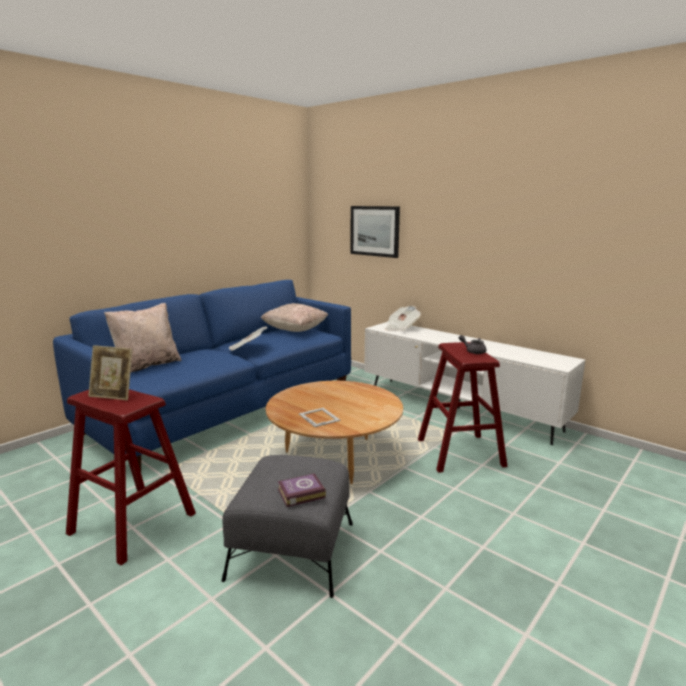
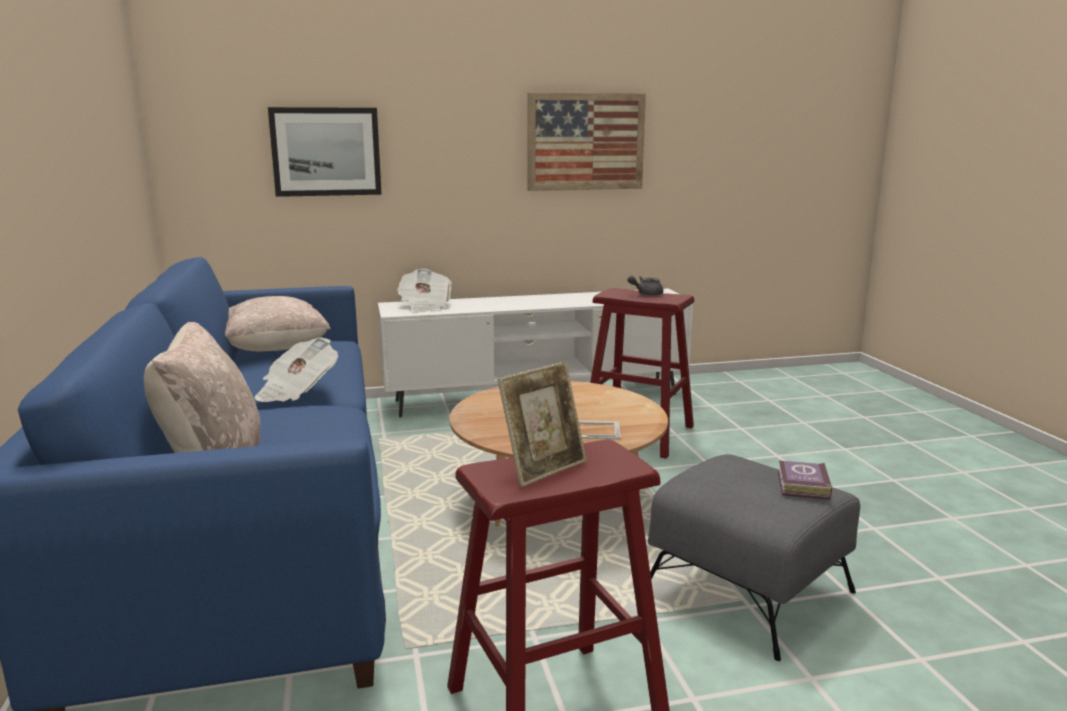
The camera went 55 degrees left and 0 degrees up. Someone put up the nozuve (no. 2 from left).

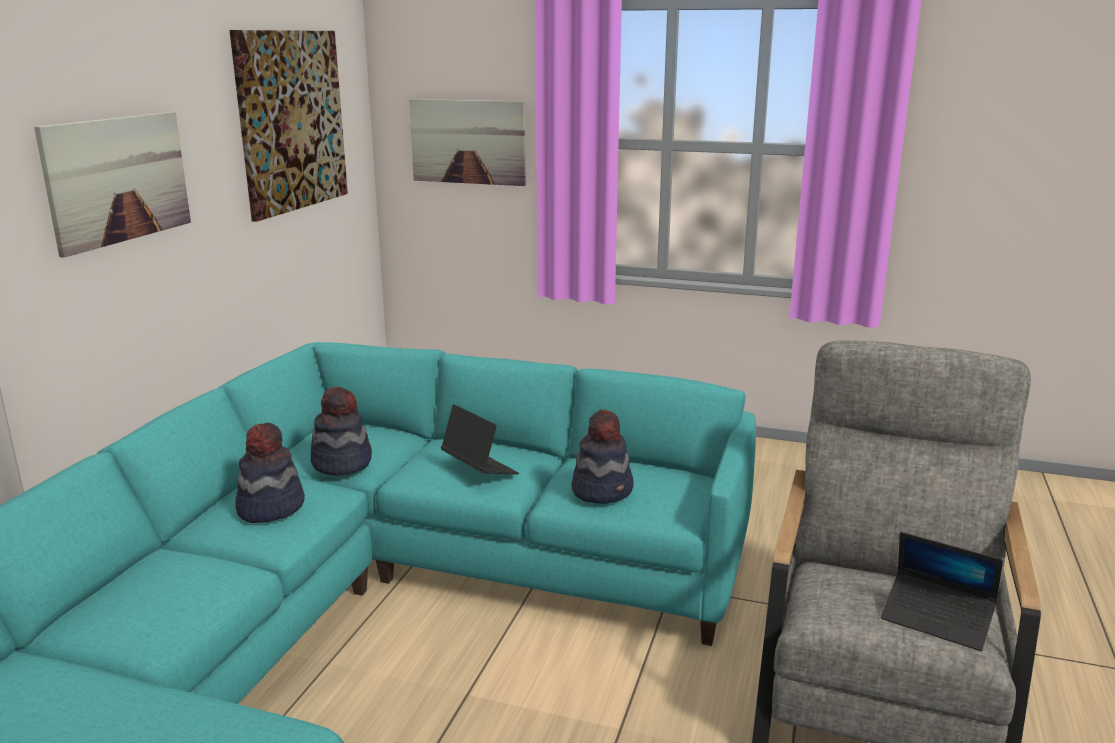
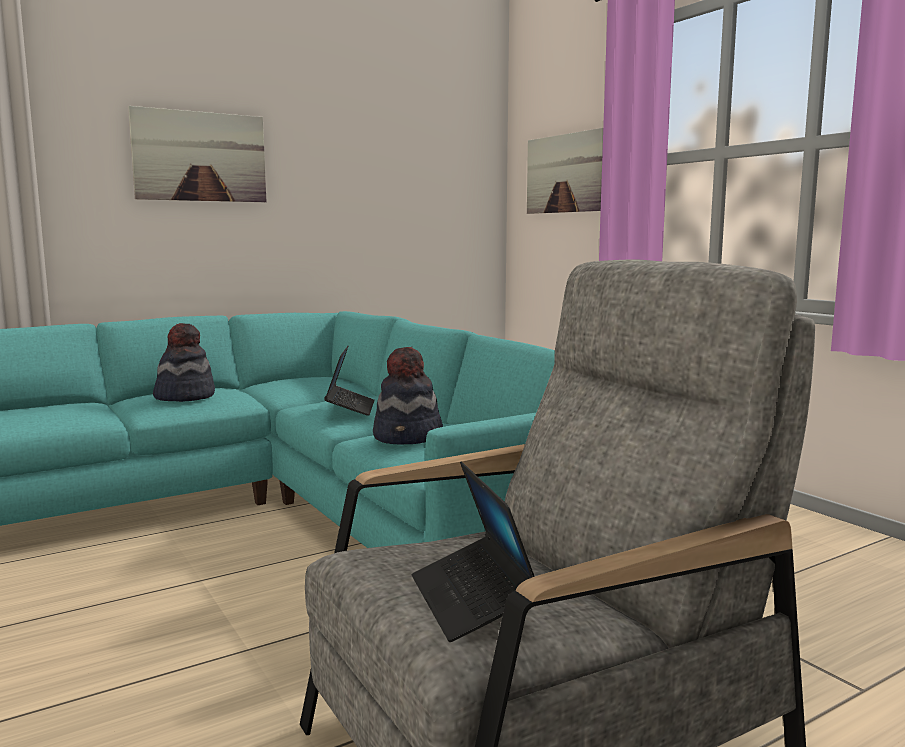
The camera went 40 degrees right and 10 degrees down. Someone took away the nozuve (no. 2 from left). Someone took away the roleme (no. 2 from left).

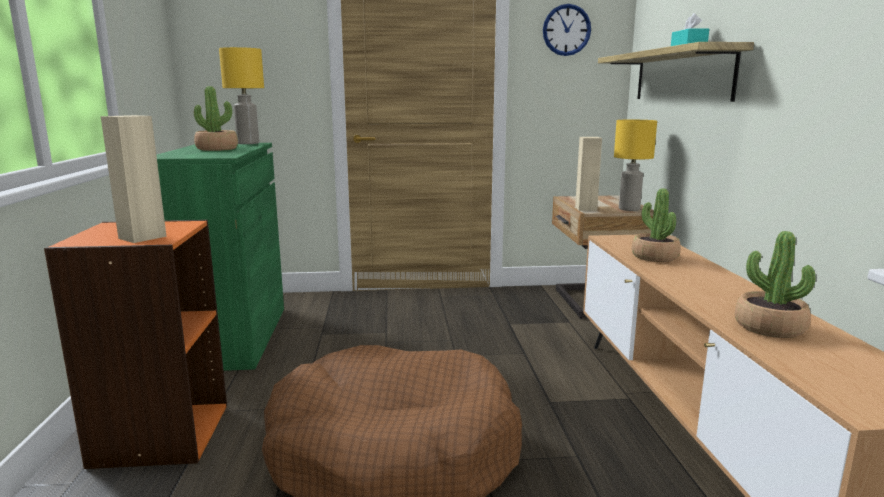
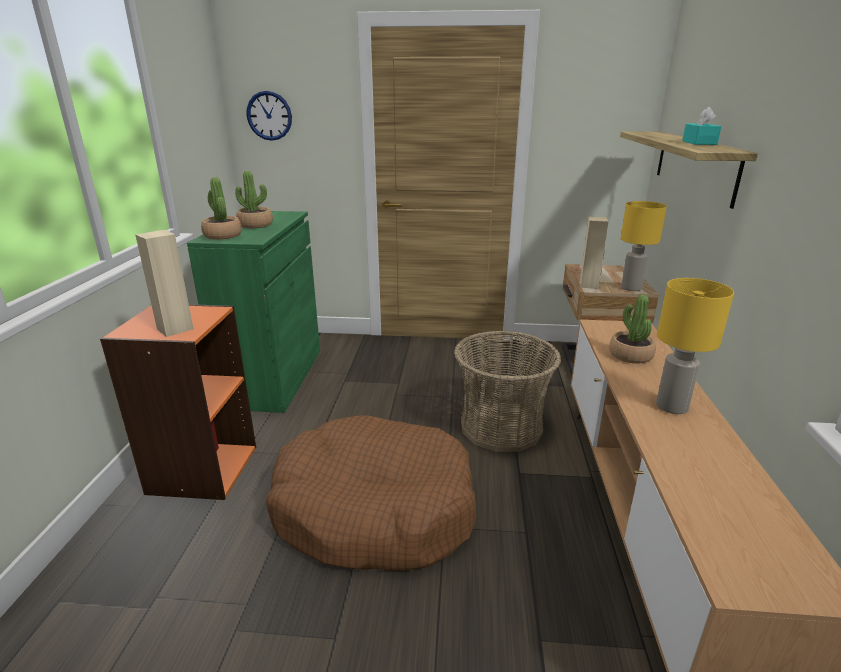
The camera went 10 degrees right and 10 degrees up. Someone carried the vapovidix. Someone carried the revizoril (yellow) (no. 1 from left in the first image). Someone carried the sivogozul (no. 3 from left in the first image). Someone put down the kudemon.

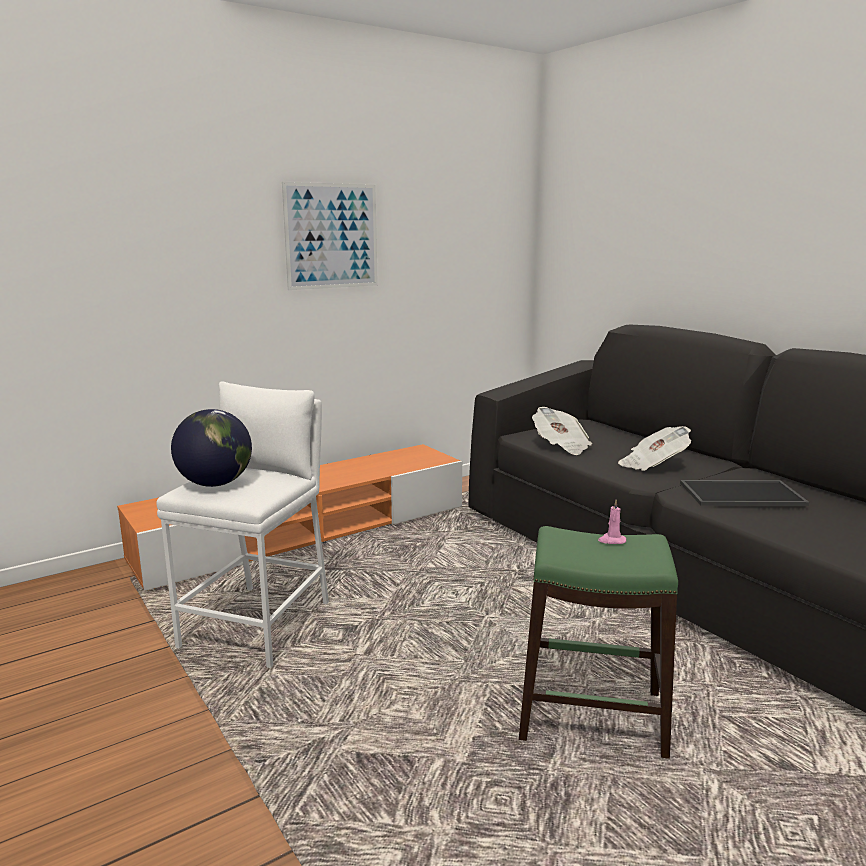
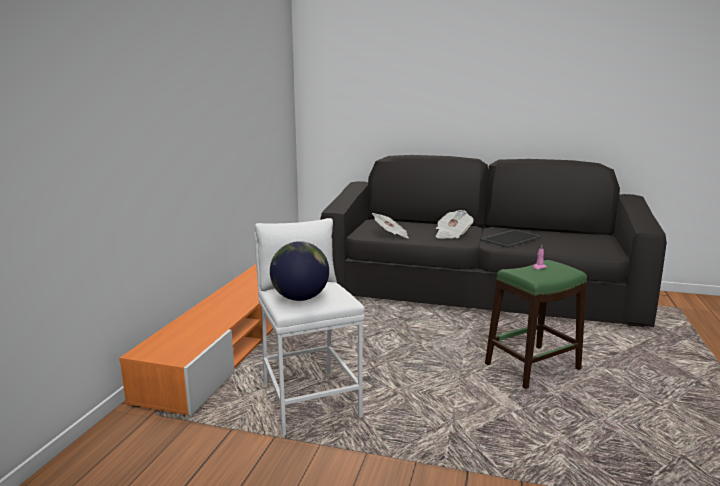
The camera went 40 degrees left and 0 degrees up. Someone took away the nozuve.

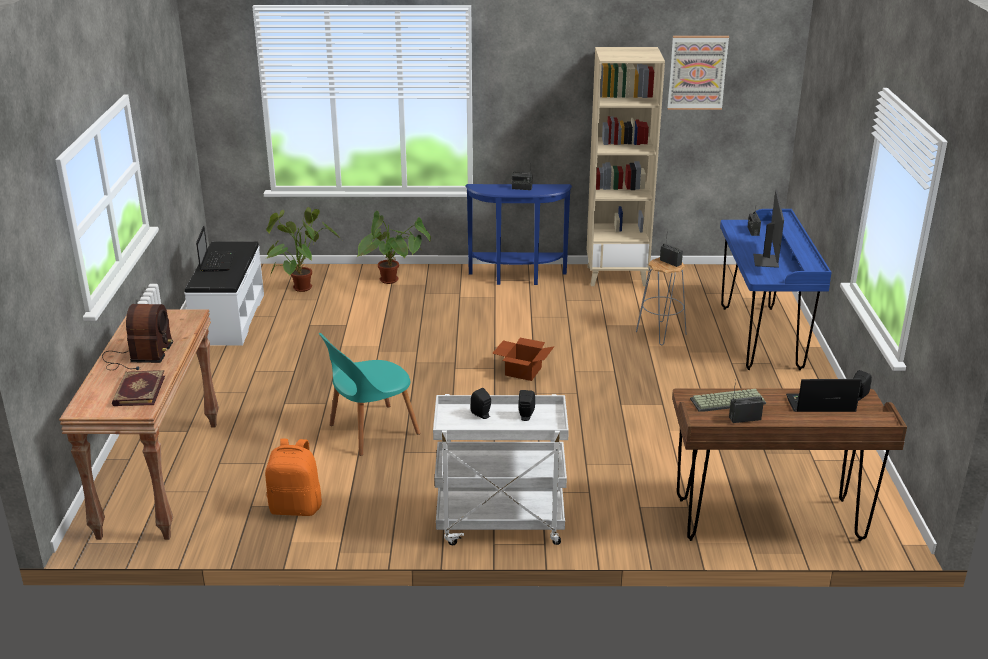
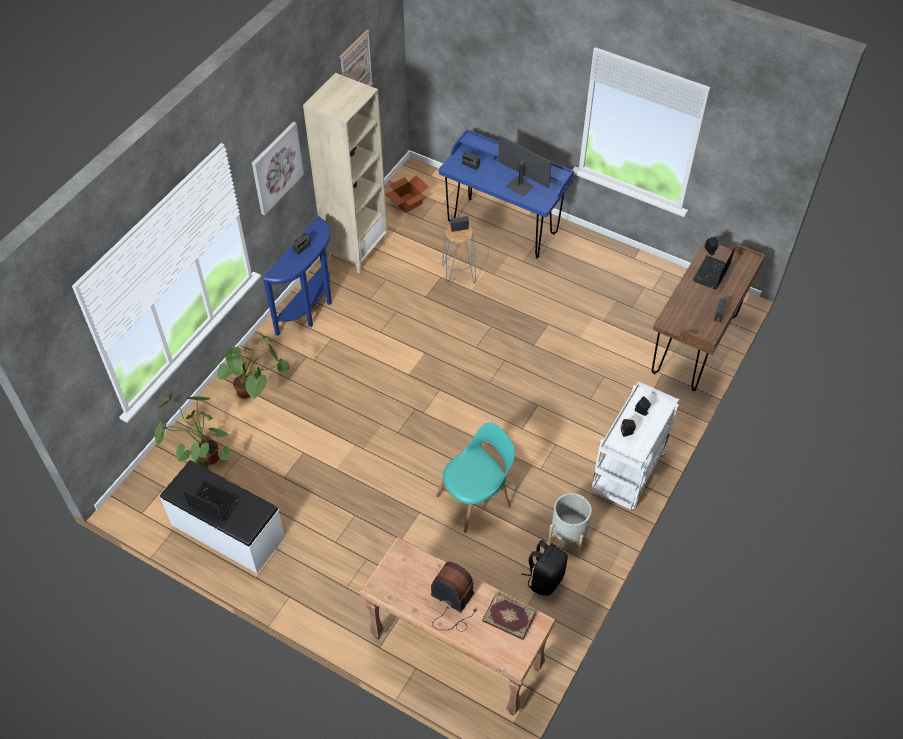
The camera went 60 degrees left and 25 degrees up. Someone rotated the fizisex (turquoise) by 120 degrees counterclockwise. Someone carried the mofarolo. Someone took away the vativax. Someone repainted the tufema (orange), which became the tufema (black). Someone put up the nozuve (no. 1 from left). Someone put down the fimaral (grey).

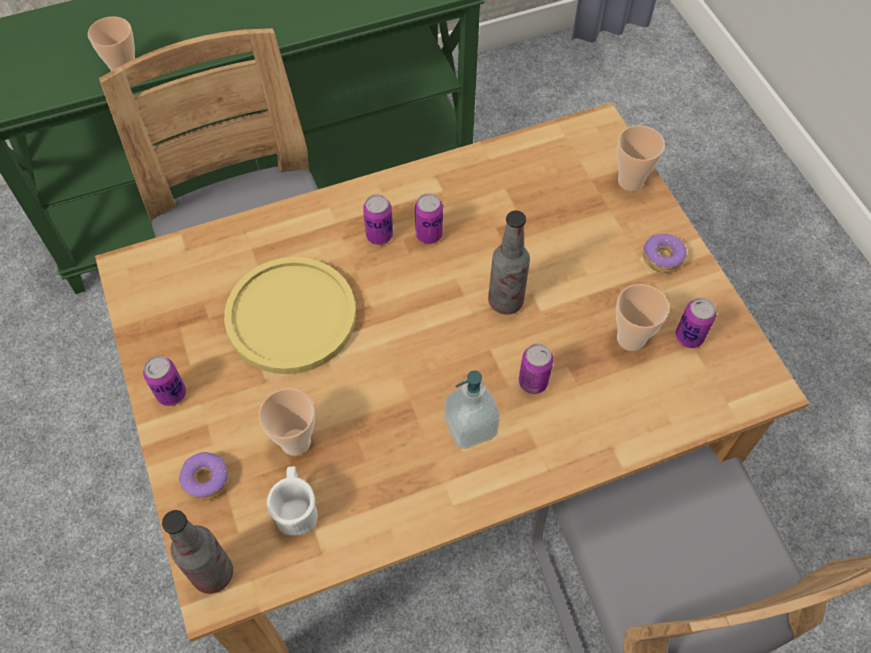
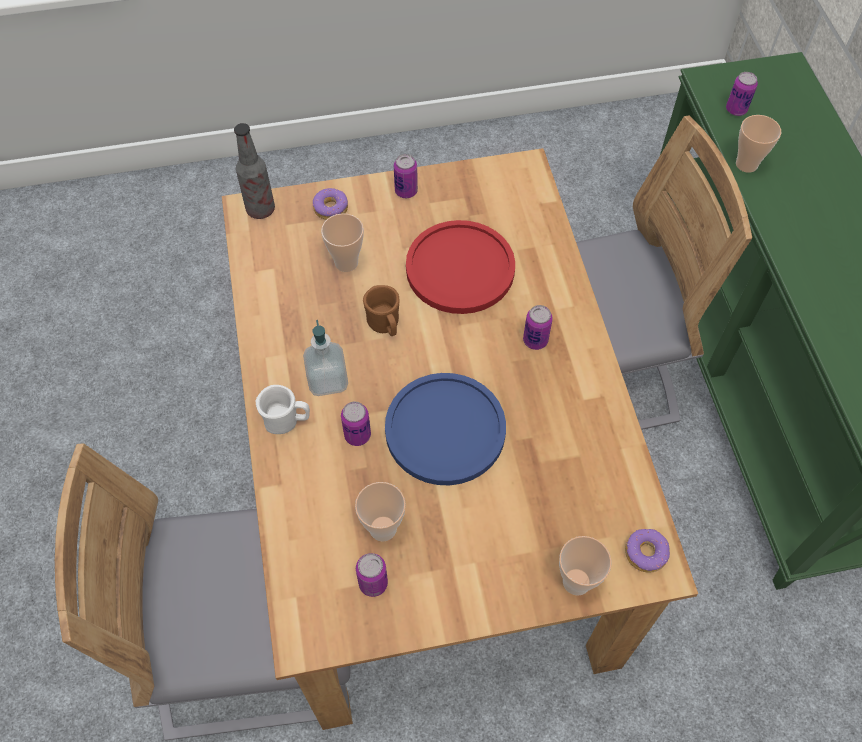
The camera went 100 degrees right and 0 degrees up. Someone carried the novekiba (no. 3 from left in the first image). Someone swapped the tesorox (no. 2 from left) for the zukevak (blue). Someone carried the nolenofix (no. 2 from left). Someone repainted the zukevak (yellow), which became the zukevak (red). Someone carried the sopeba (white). Someone put down the sopeba (brown).

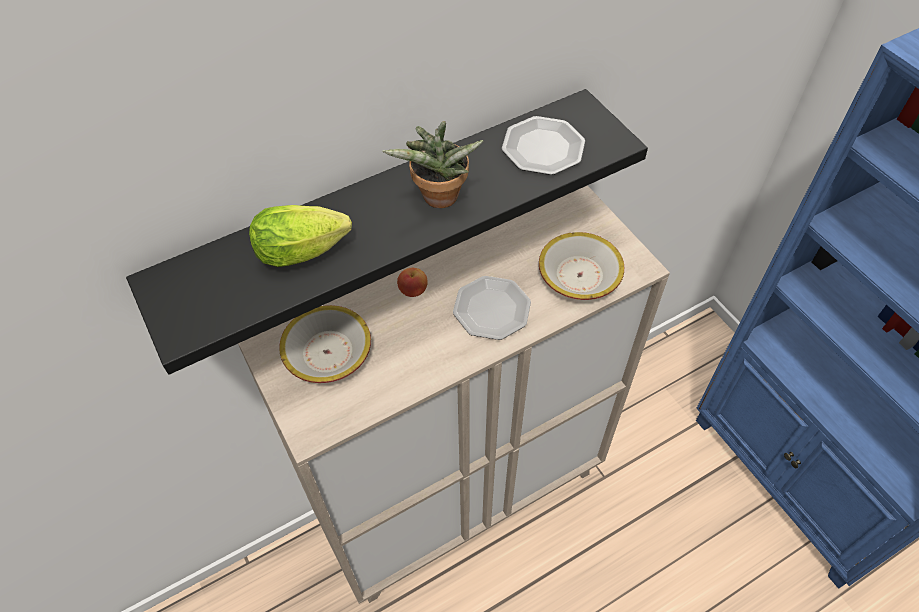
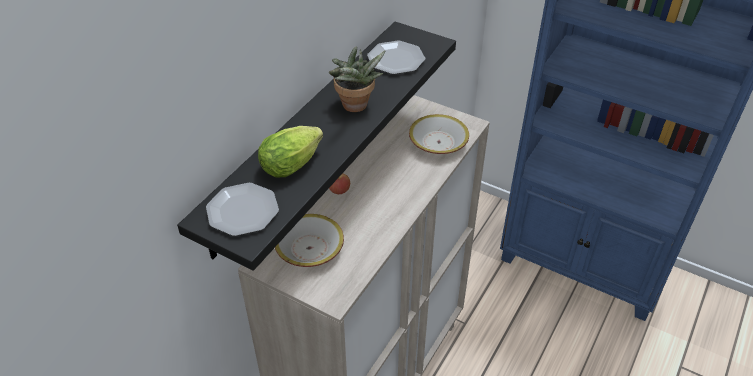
The camera went 30 degrees left and 10 degrees down. Someone carried the zukevak (no. 1 from left).

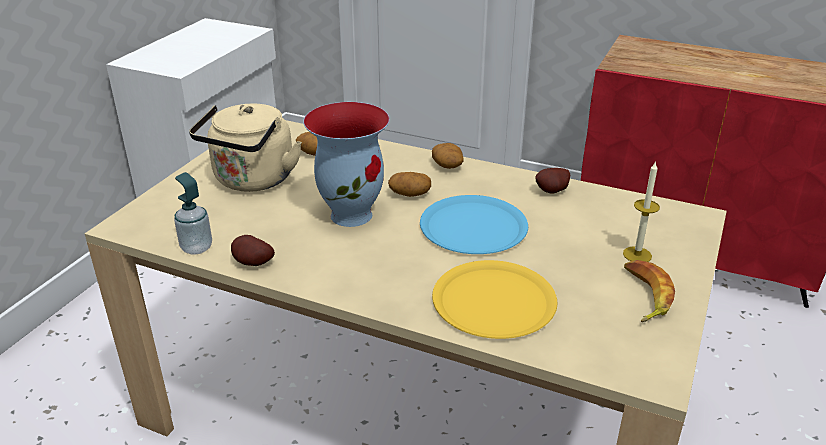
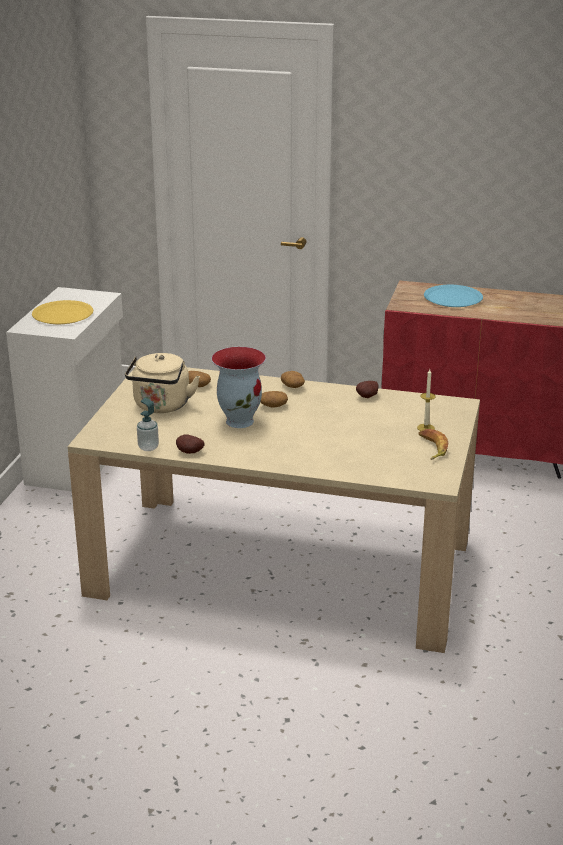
The camera went 10 degrees left and 5 degrees down. Someone carried the zukevak (blue). Someone carried the zukevak (yellow).

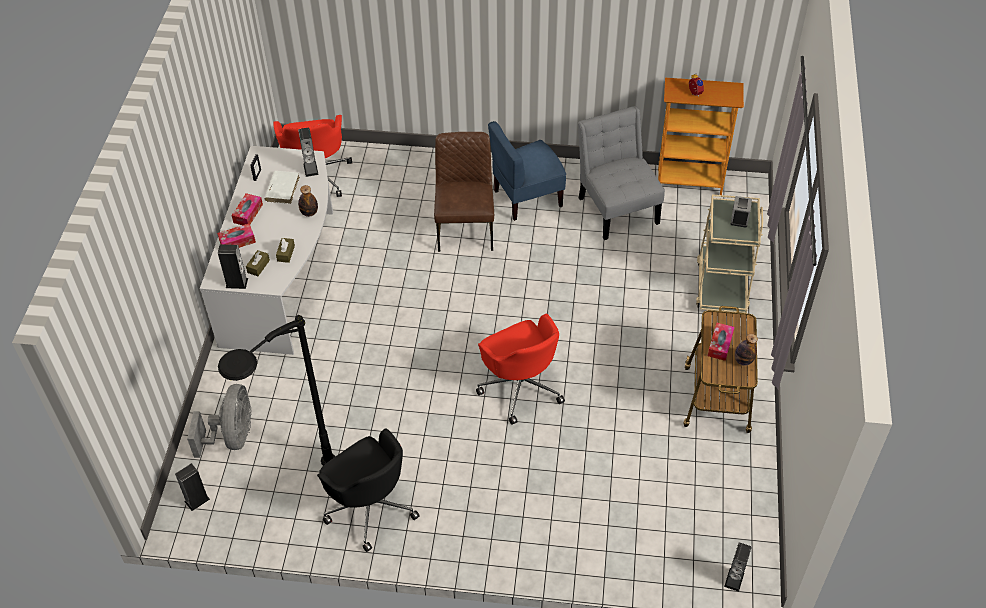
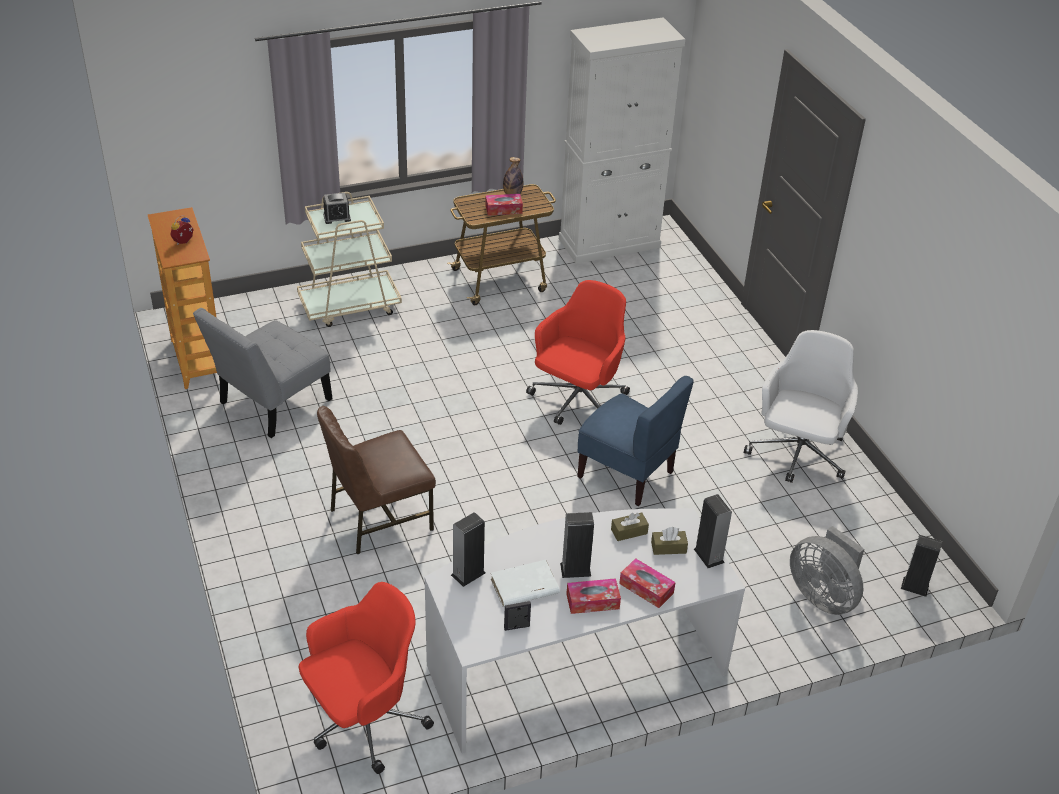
The camera went 120 degrees left and 10 degrees down. Someone carried the fizisex (blue). Someone took away the tesorox (no. 1 from left). Someone took away the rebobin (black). Someone rotated the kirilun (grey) by 105 degrees counterclockwise. Someone repainted the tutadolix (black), which became the tutadolix (white). Someone carried the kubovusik (no. 4 from left in the first image). Someone put down the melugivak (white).

